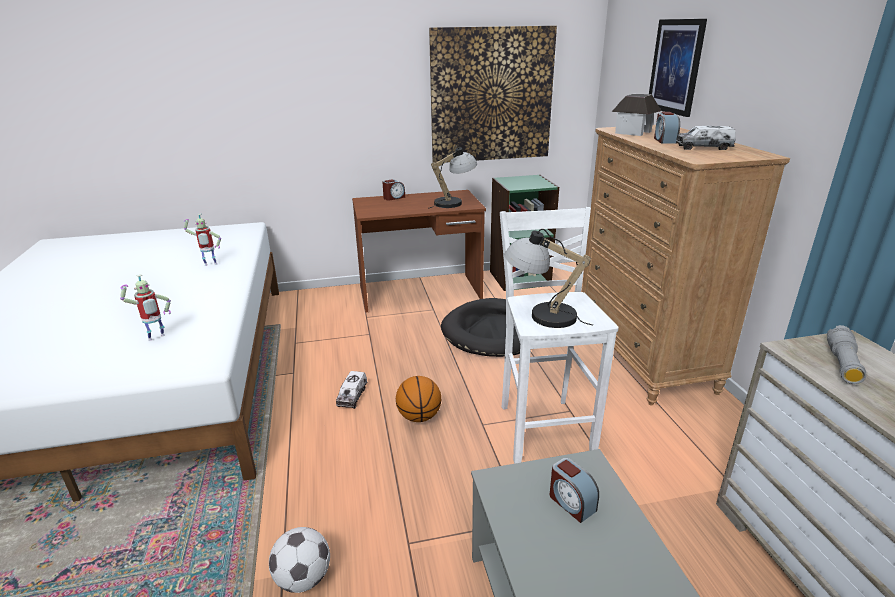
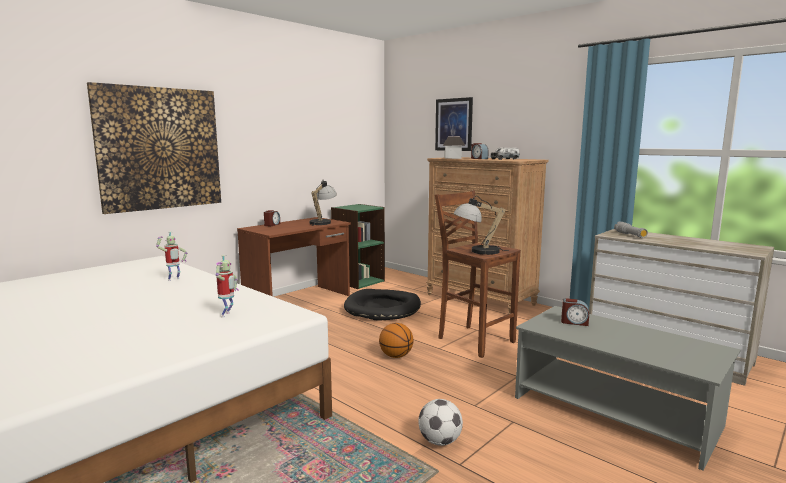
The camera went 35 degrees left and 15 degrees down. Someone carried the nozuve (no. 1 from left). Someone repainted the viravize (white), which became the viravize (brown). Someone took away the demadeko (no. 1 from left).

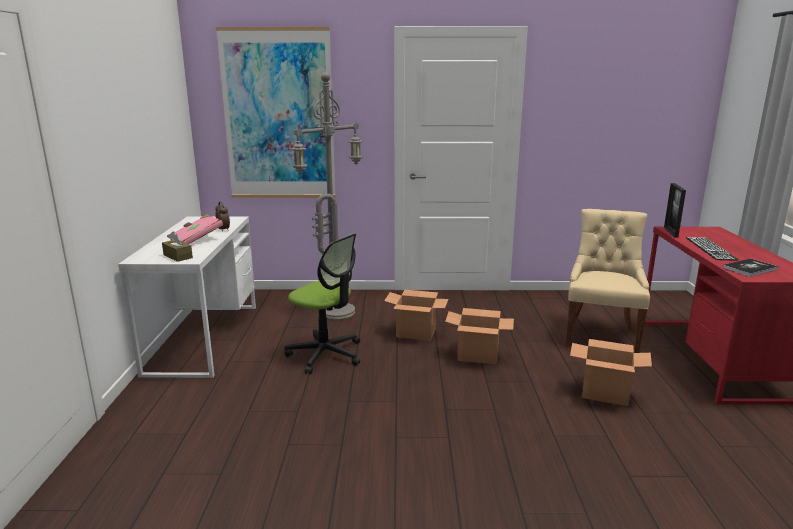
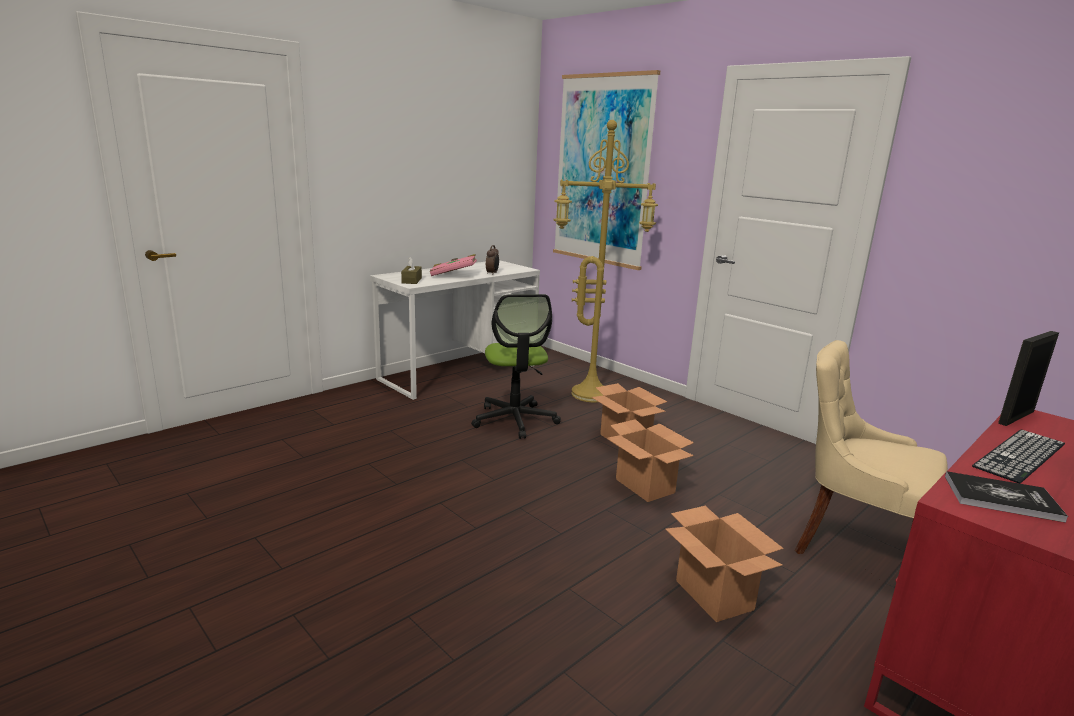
The camera went 45 degrees right and 0 degrees up. Someone repainted the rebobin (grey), which became the rebobin (yellow). Someone rotated the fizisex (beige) by 120 degrees counterclockwise.

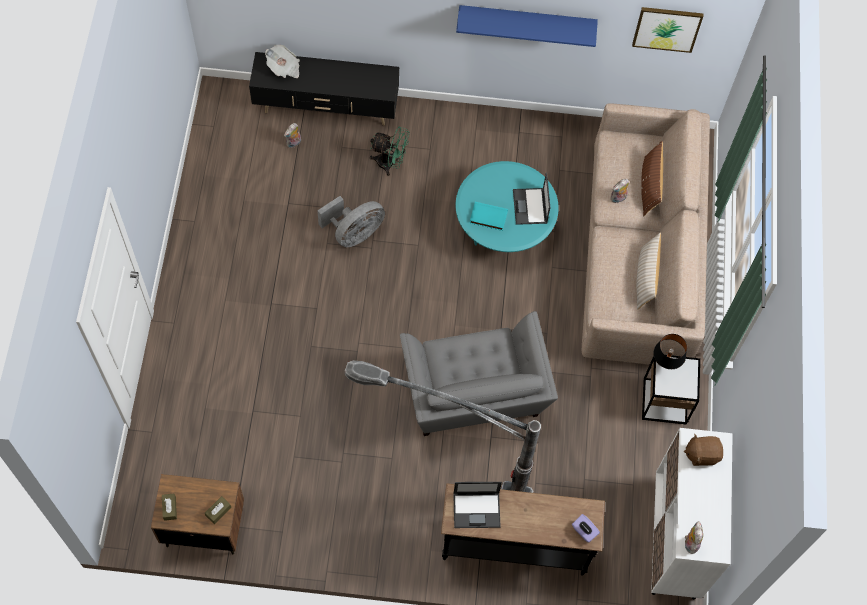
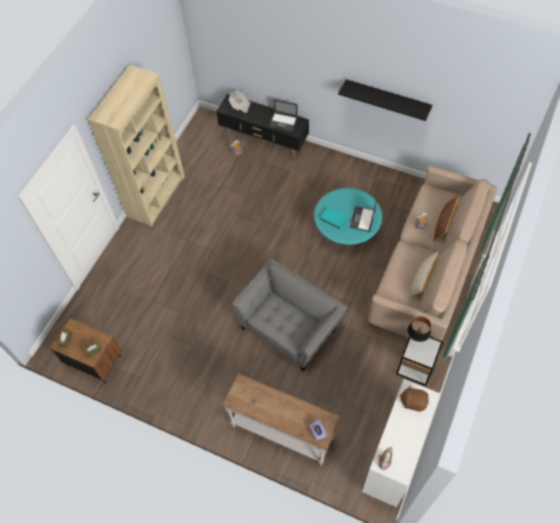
The camera went 25 degrees right and 5 degrees down. Someone repainted the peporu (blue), which became the peporu (black). Someone took away the nozuve. Someone took away the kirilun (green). Someone took away the kirilun (grey). Someone rotated the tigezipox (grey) by 150 degrees counterclockwise. Someone took away the rebobin. Someone carried the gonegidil (no. 1 from left). Someone repainted the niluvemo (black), which became the niluvemo (white). Someone put down the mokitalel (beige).

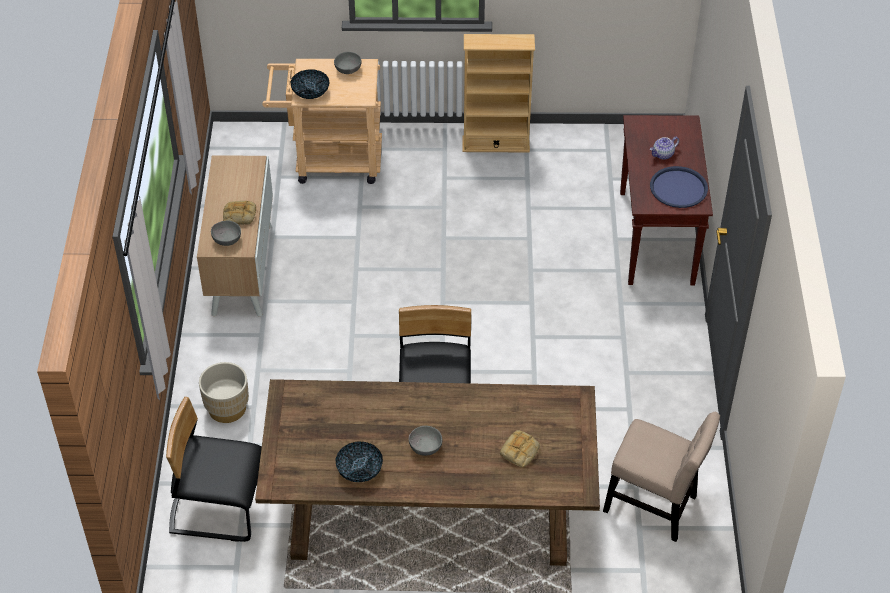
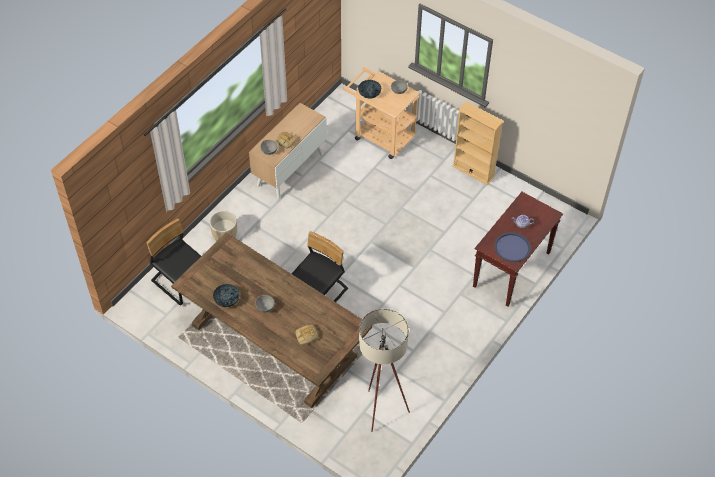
The camera went 35 degrees right and 5 degrees up. Someone swapped the fizisex (beige) for the rebobin (beige).

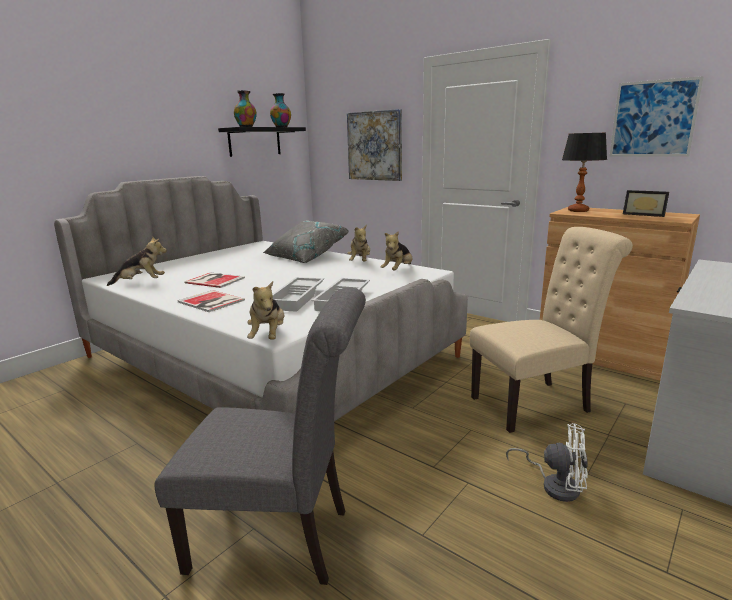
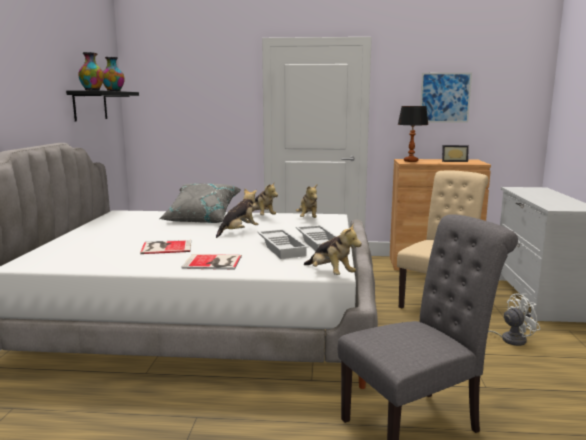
The camera went 35 degrees left and 5 degrees down. Someone took away the nozuve (no. 1 from left). Someone carried the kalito (no. 1 from left).

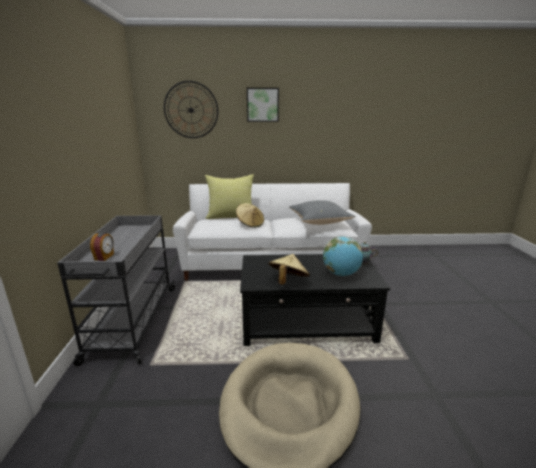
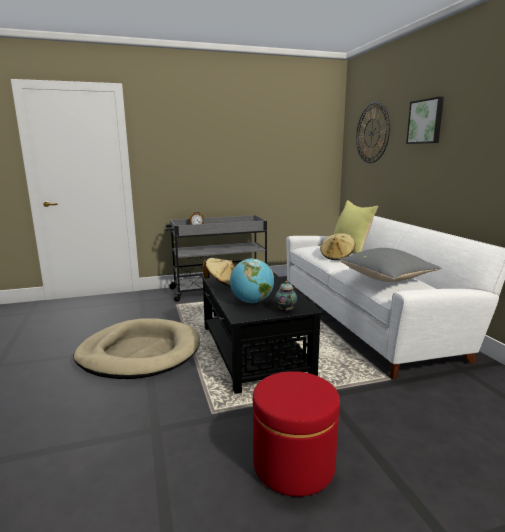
The camera went 75 degrees right and 5 degrees down. Someone put down the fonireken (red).

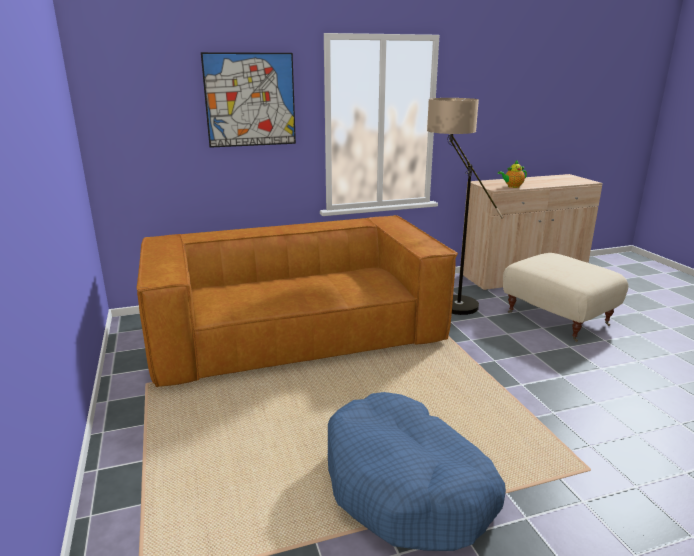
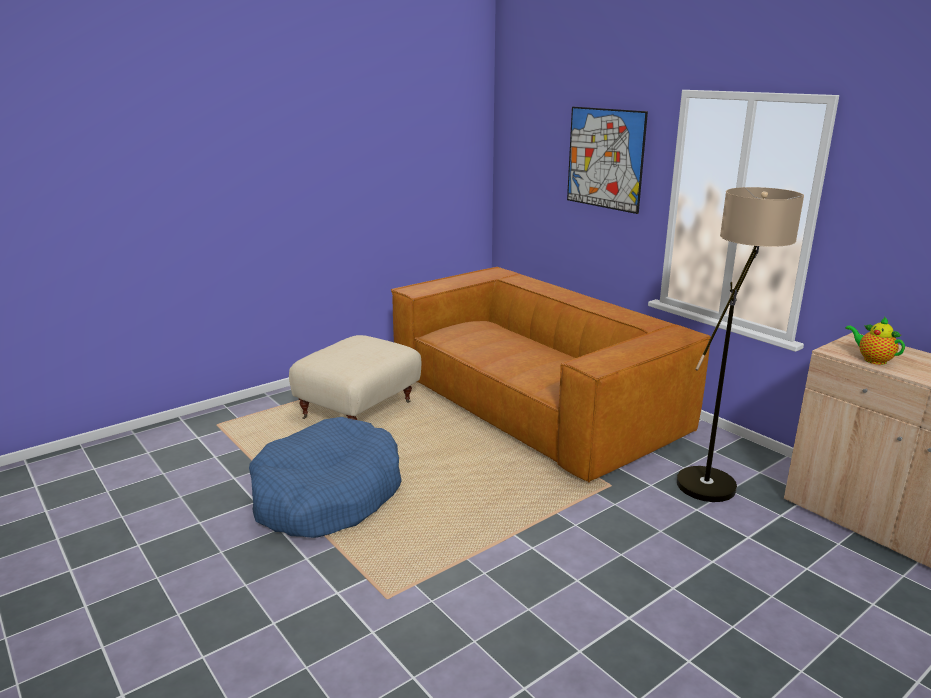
The camera went 70 degrees right and 0 degrees up. Someone carried the fonireken (beige).

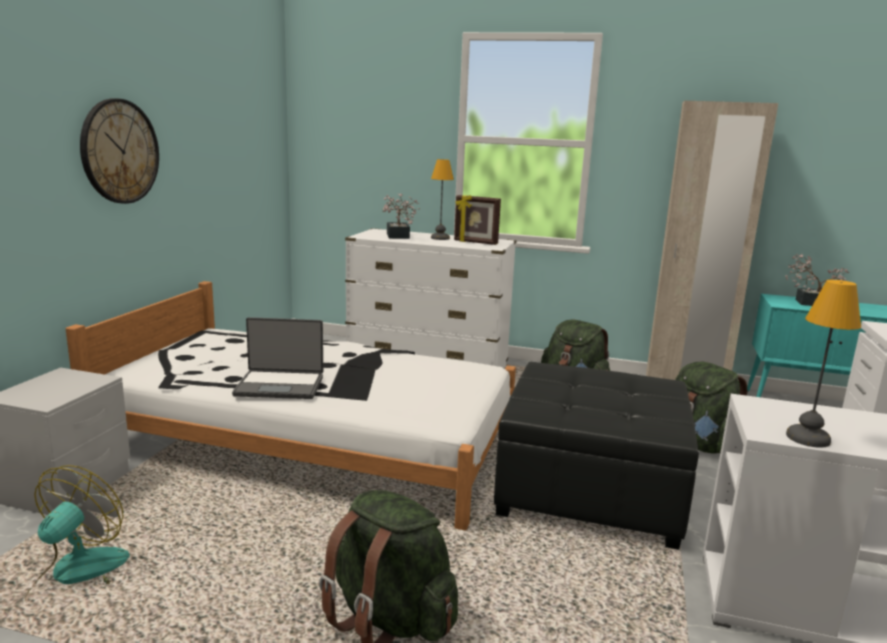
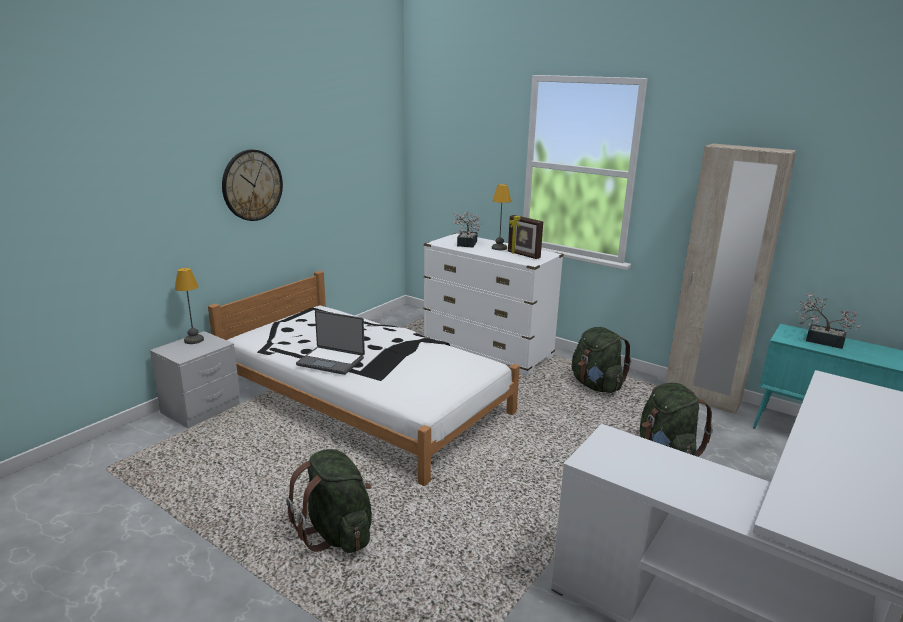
The camera went 20 degrees right and 5 degrees up. Someone carried the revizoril (no. 2 from left in the first image). Someone took away the fonireken (black). Someone took away the kirilun.

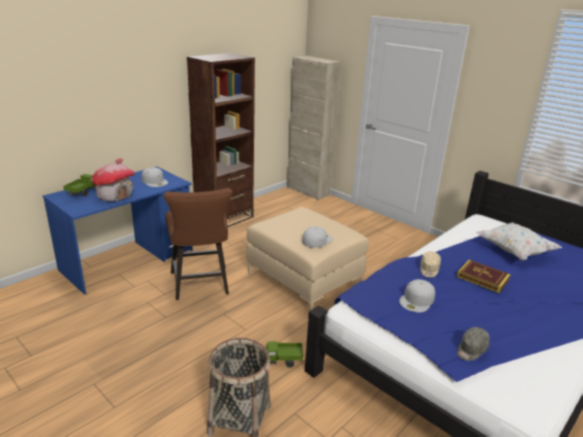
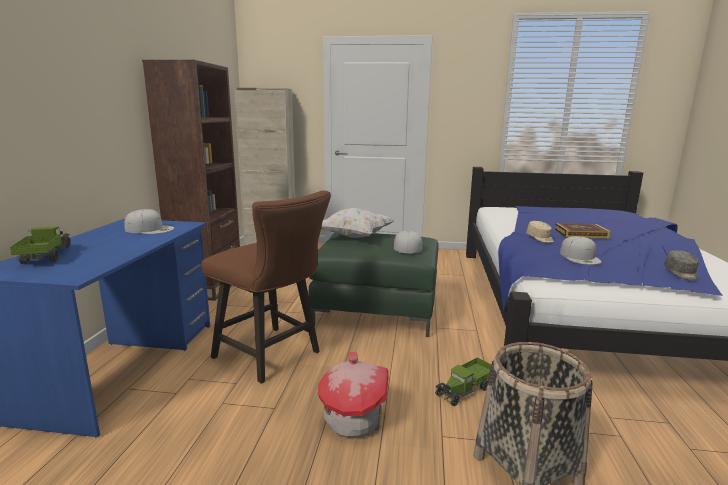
The camera went 35 degrees left and 10 degrees down. Someone carried the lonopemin. Someone repainted the fonireken (beige), which became the fonireken (green). Someone carried the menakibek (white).

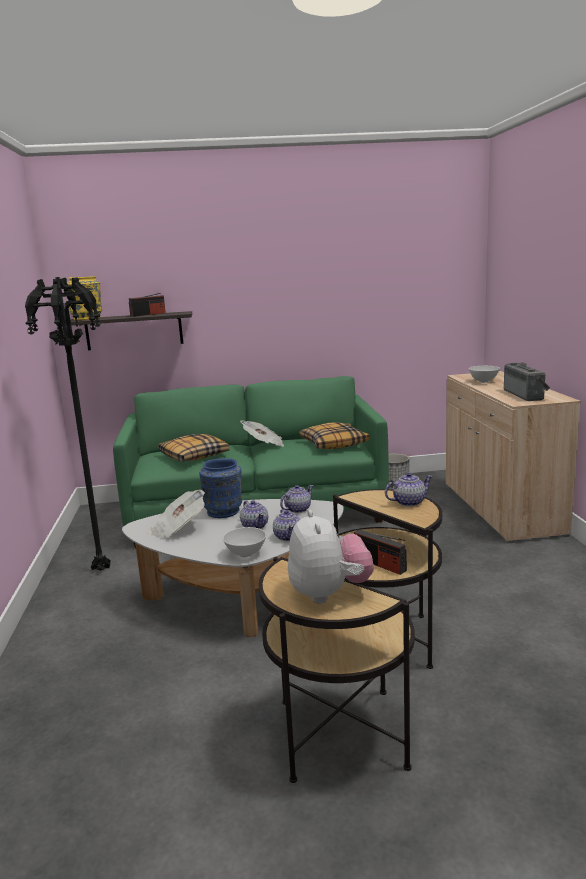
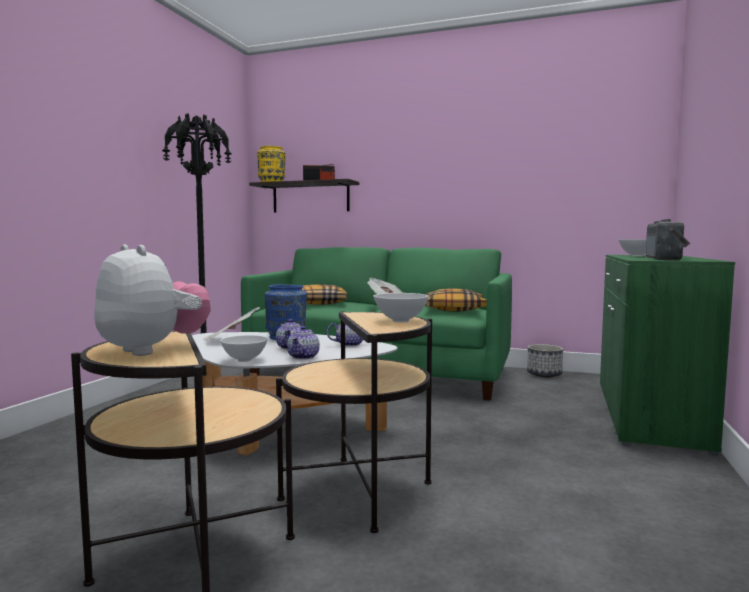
The camera went 25 degrees right and 10 degrees down. Someone repainted the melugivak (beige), which became the melugivak (green). Someone swapped the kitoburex (no. 4 from left) for the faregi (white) (no. 2 from left). Someone rotated the kalito by 60 degrees counterclockwise. Someone took away the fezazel (no. 2 from left).

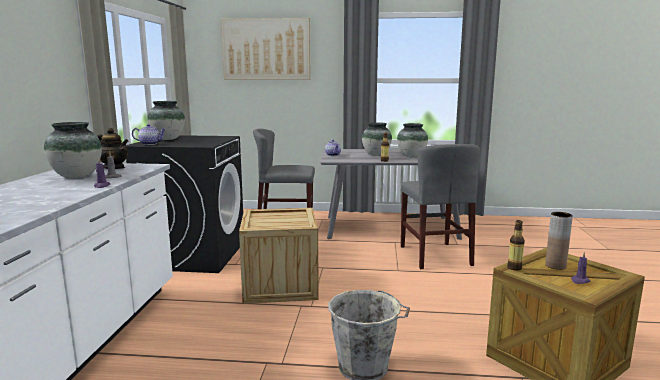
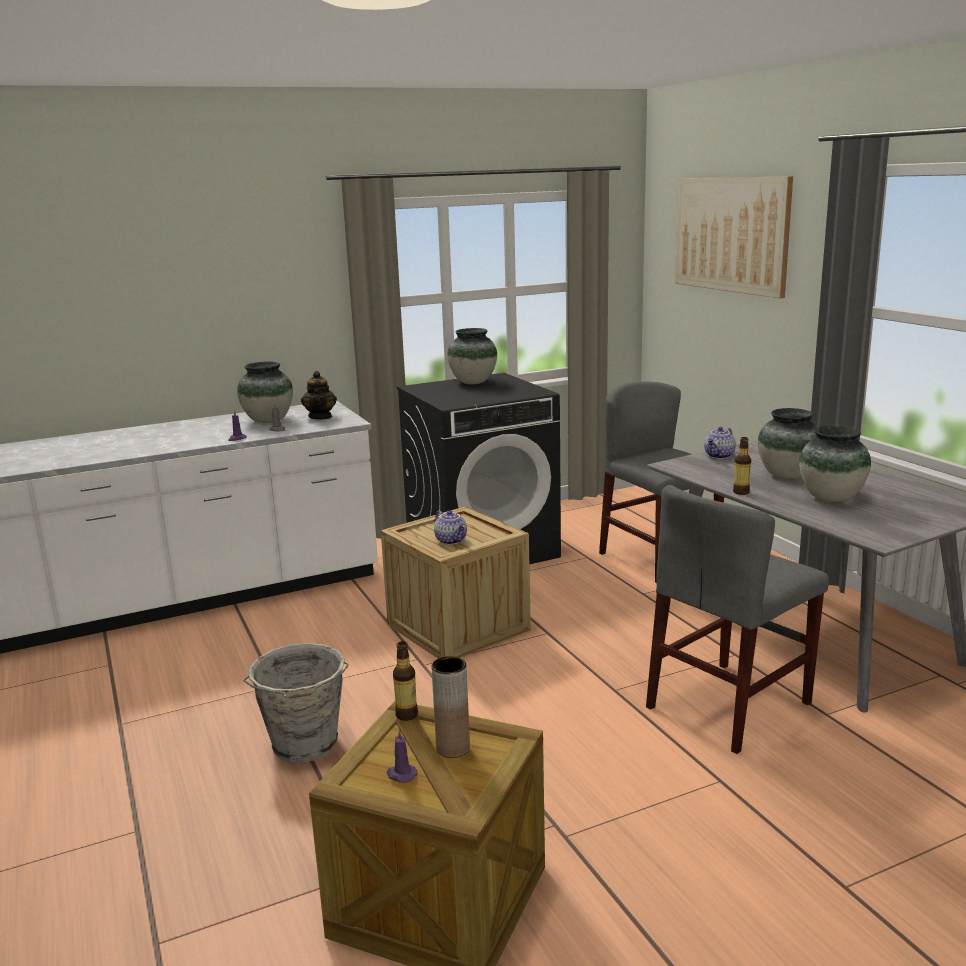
The camera went 60 degrees right and 5 degrees up. Someone carried the kitoburex (no. 2 from left).

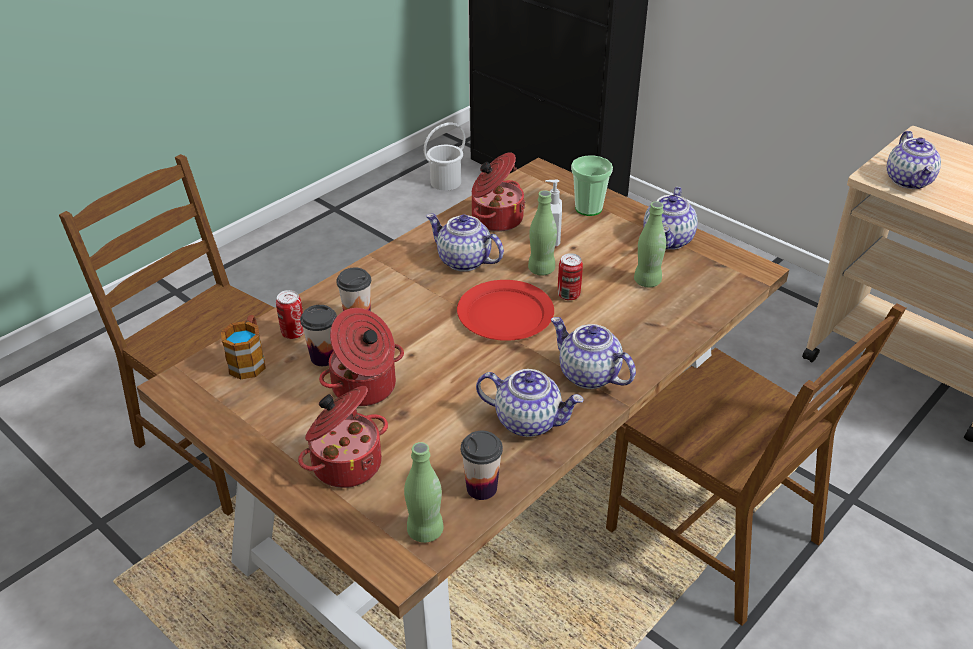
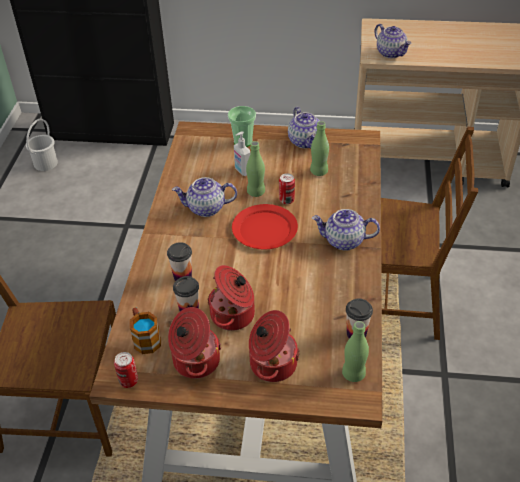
The camera went 35 degrees left and 5 degrees up. Someone carried the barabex (no. 3 from left in the first image). Someone carried the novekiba (no. 1 from left). Someone took away the kitoburex (no. 2 from left).

